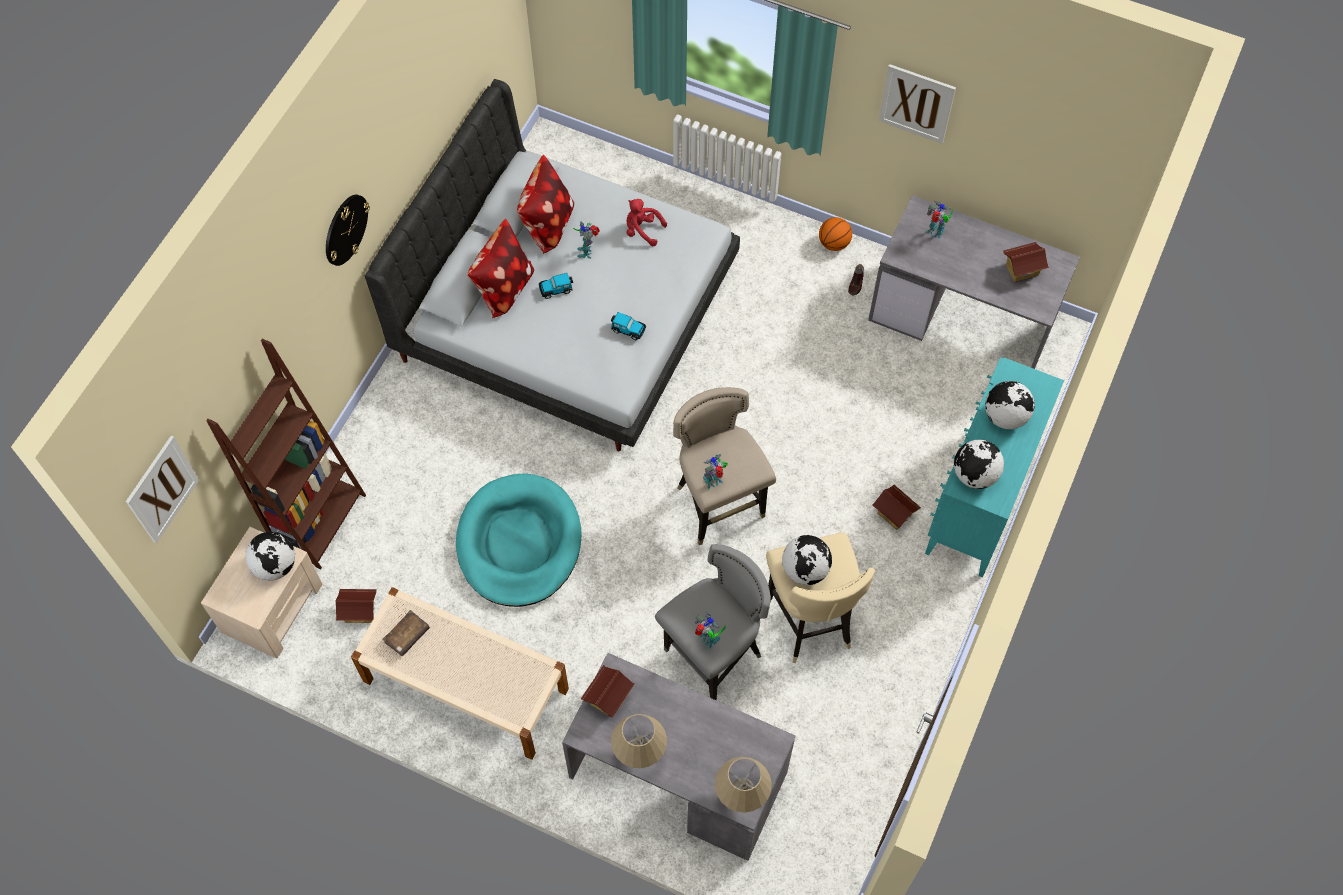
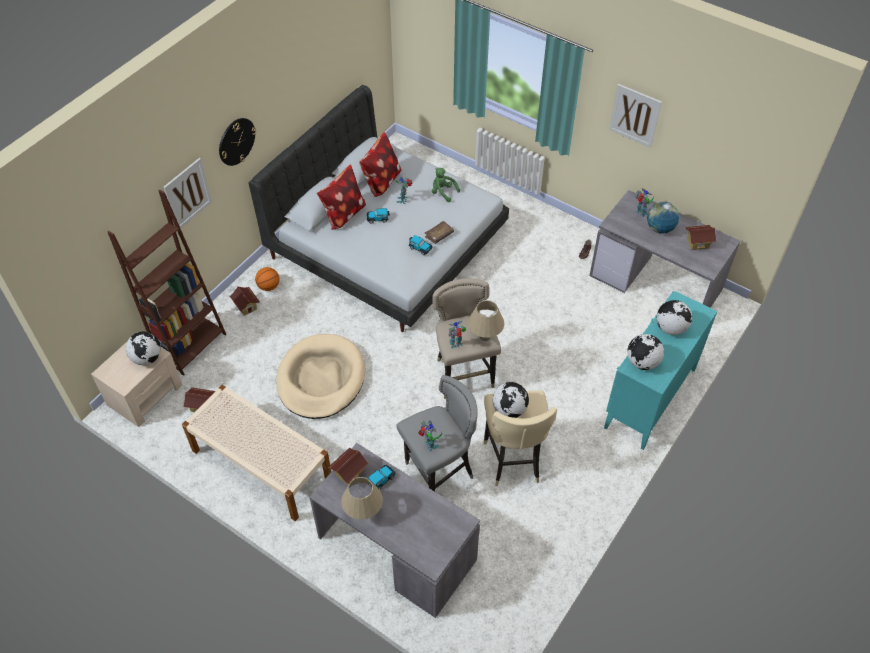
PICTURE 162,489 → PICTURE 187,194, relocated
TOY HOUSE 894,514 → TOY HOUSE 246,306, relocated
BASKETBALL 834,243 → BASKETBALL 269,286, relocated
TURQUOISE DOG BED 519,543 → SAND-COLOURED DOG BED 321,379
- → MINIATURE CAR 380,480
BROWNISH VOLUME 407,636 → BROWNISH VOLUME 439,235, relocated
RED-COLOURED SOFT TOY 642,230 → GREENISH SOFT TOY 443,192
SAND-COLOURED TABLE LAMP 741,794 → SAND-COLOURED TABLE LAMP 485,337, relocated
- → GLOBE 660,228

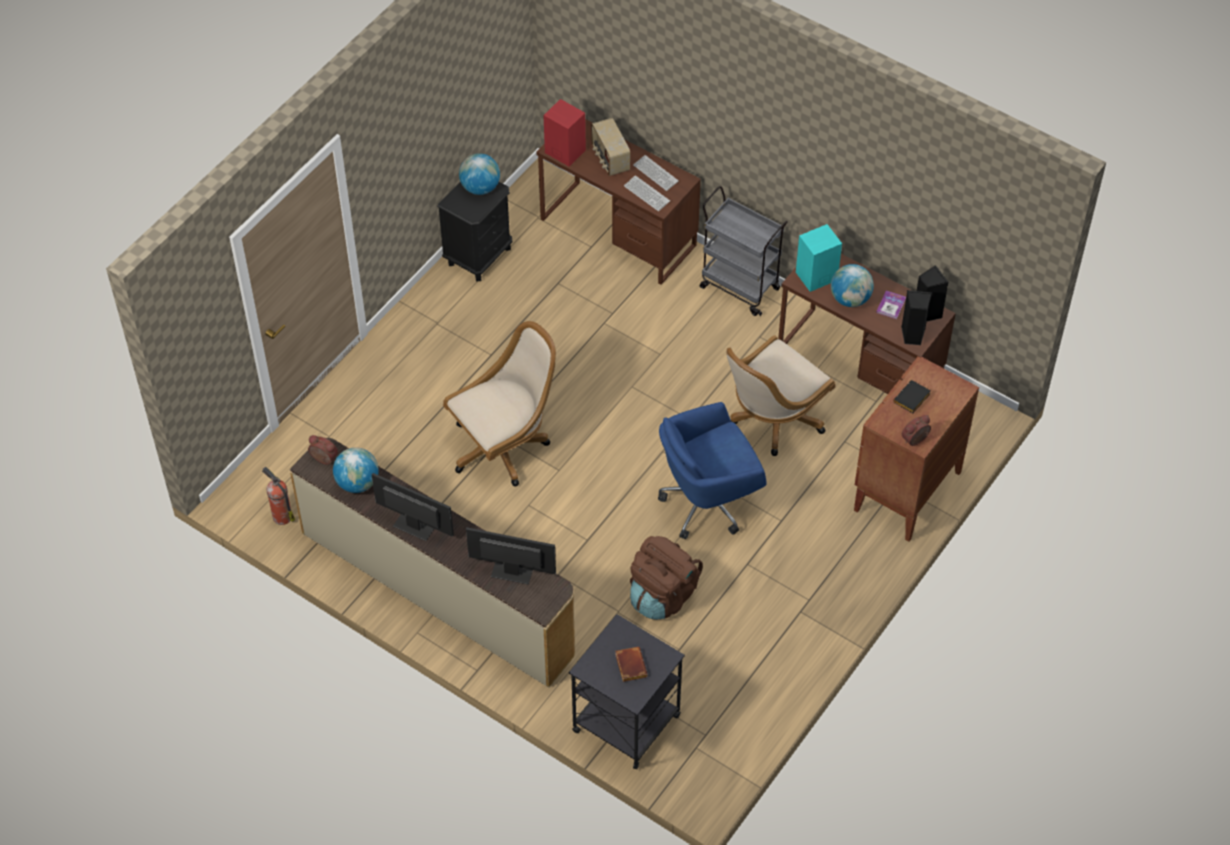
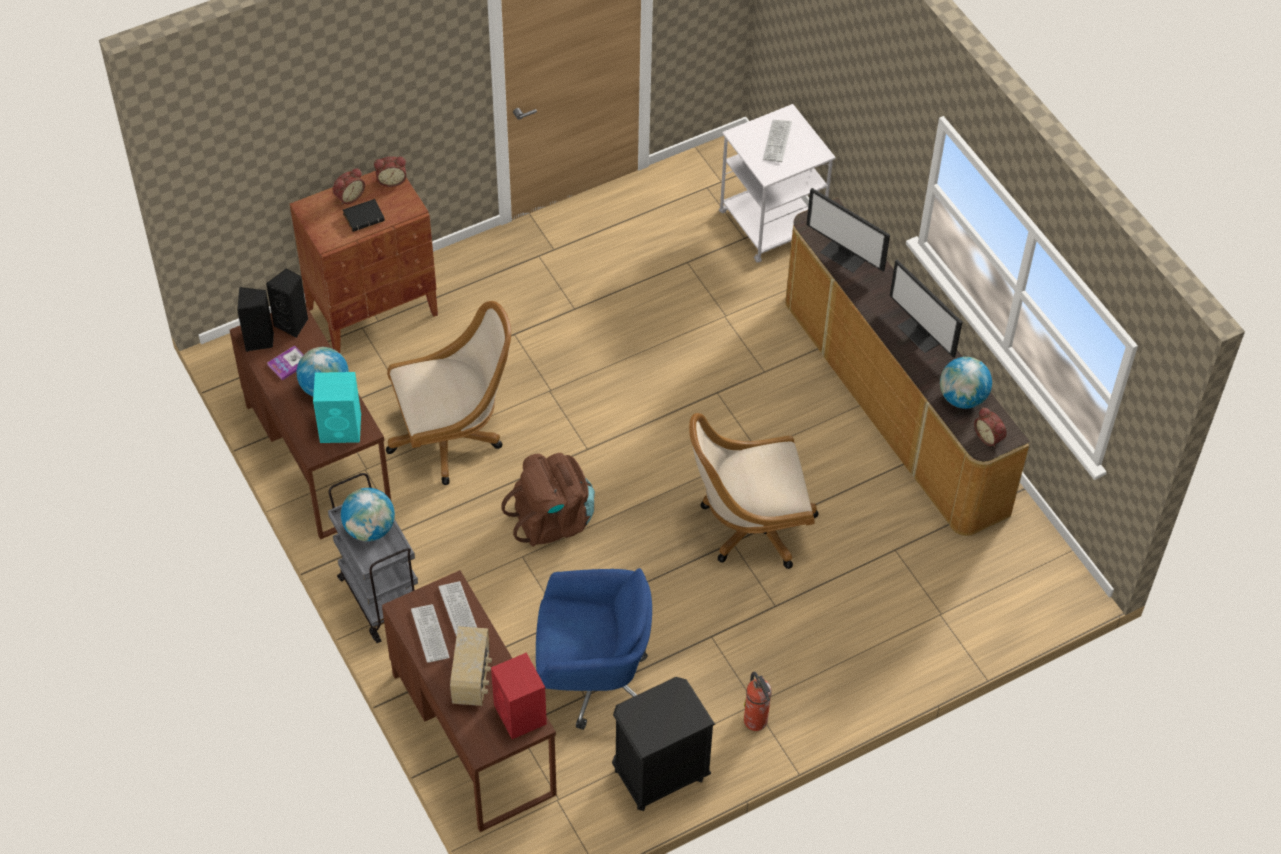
- → ALARM CLOCK 349,196
GLOBE 480,188 → GLOBE 370,529, relocated
BROWNISH RUCKSACK 662,595 → BROWNISH RUCKSACK 553,520, relocated
BLUE OFFICE CHAIR 708,503 → BLUE OFFICE CHAIR 592,683, relocated
BLACK CART 625,721 → WHITE CART 772,224
EXTINGUISHER 281,516 → EXTINGUISHER 756,721, relocated
BROWNISH VOLUME 629,665 → COMPUTER KEYBOARD 777,141

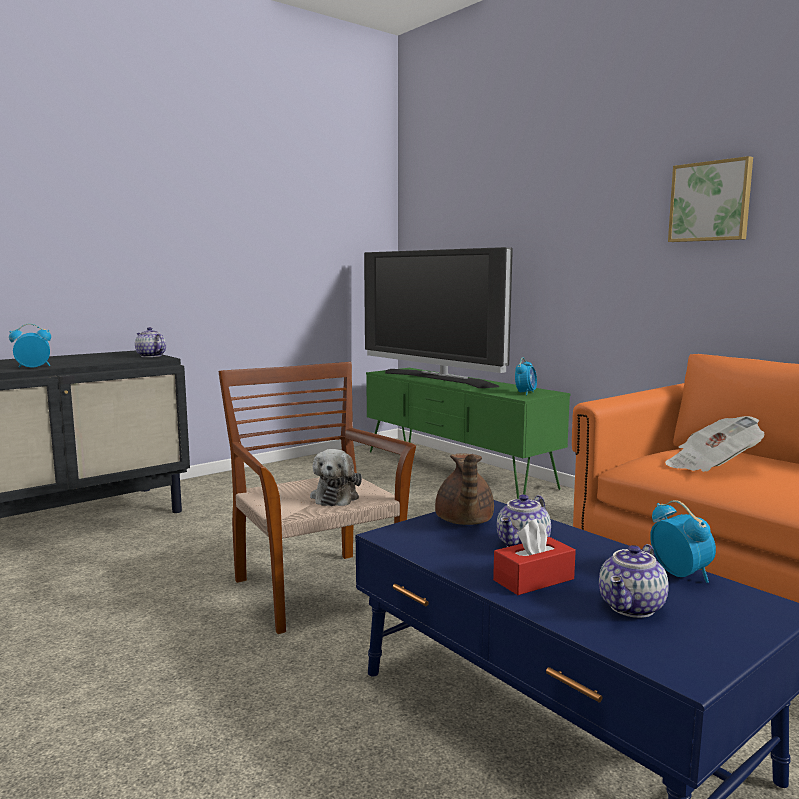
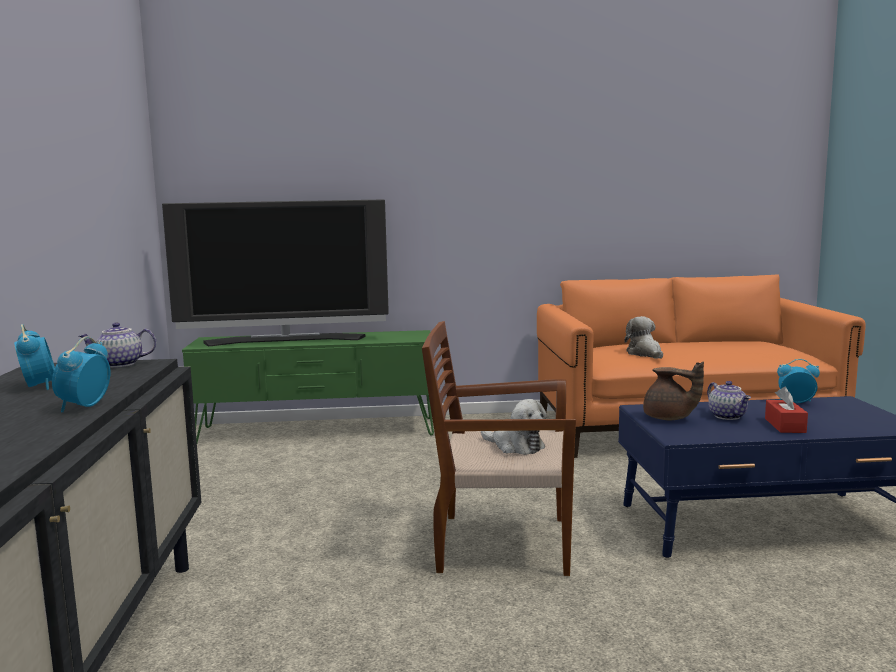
ALARM CLOCK 525,393 → ALARM CLOCK 39,386, relocated
PRINTED PAPER 711,466 → SOFT TOY 645,354
TEAPOT 633,608 → -
PICTURE 710,201 → -

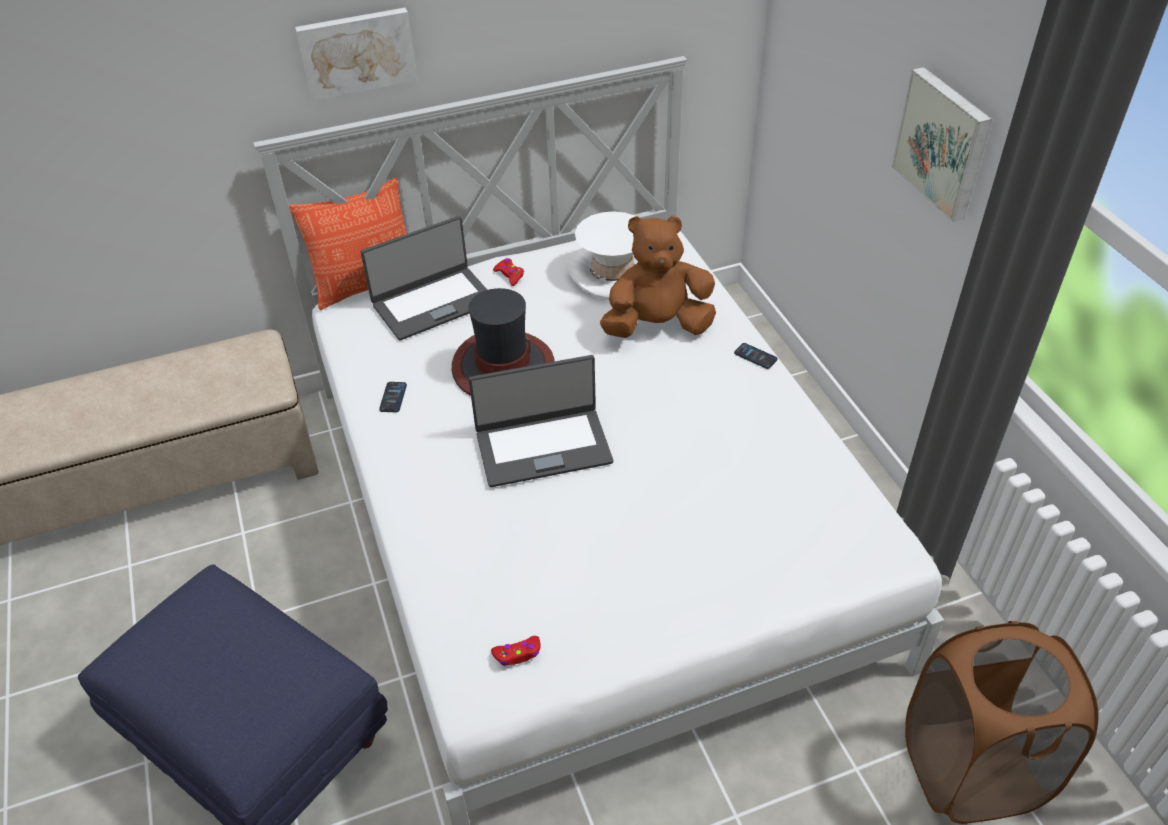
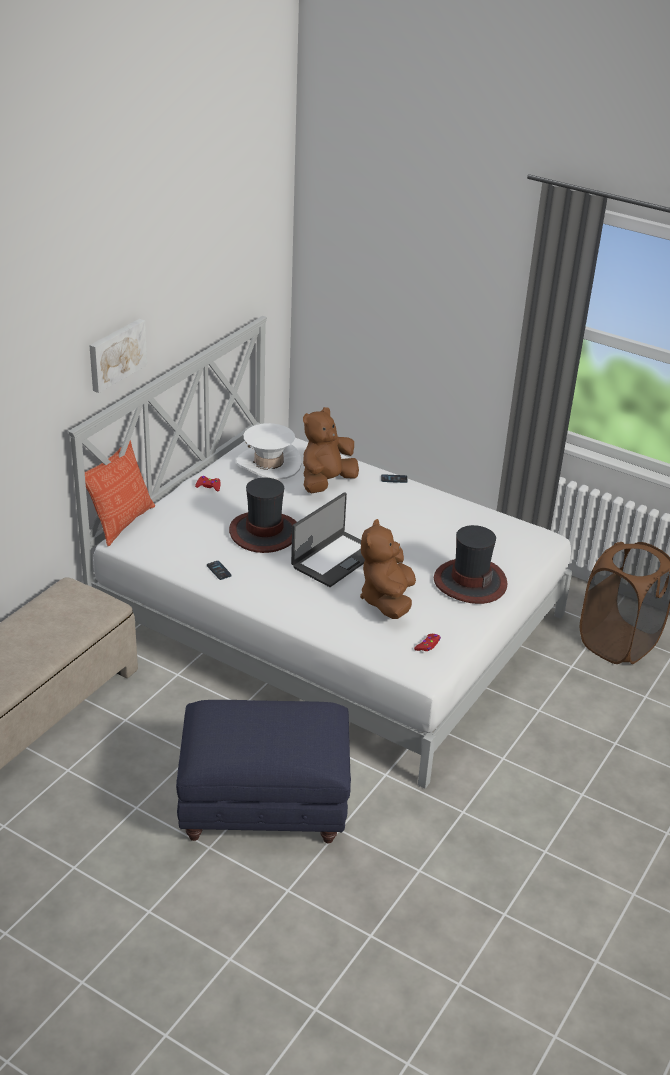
- → BROWNISH SOFT TOY 387,600
- → WEARABLE HAT 469,582
LAPTOP 433,303 → -
PICTURE 944,143 → -

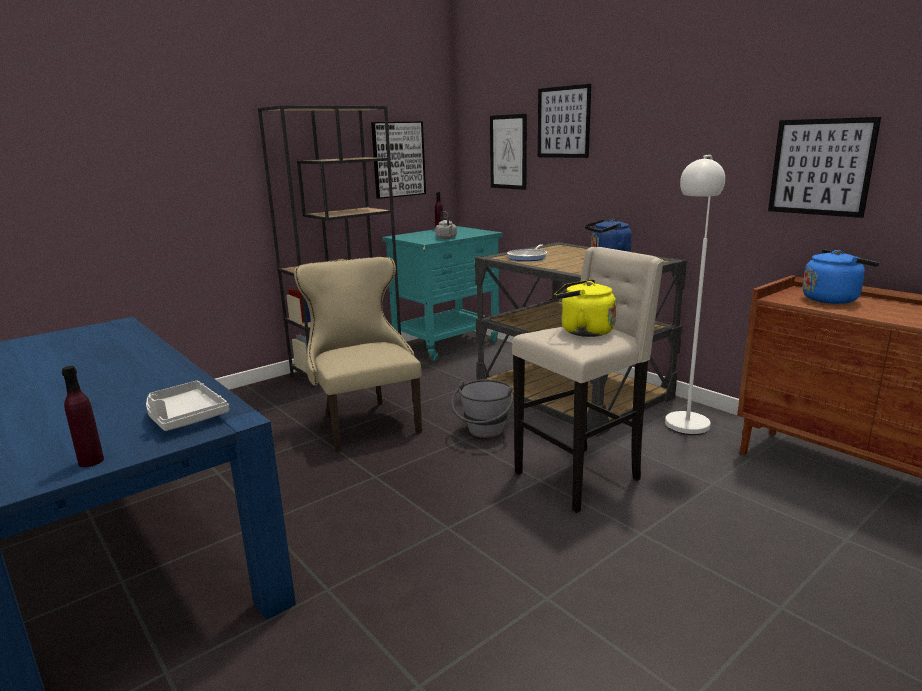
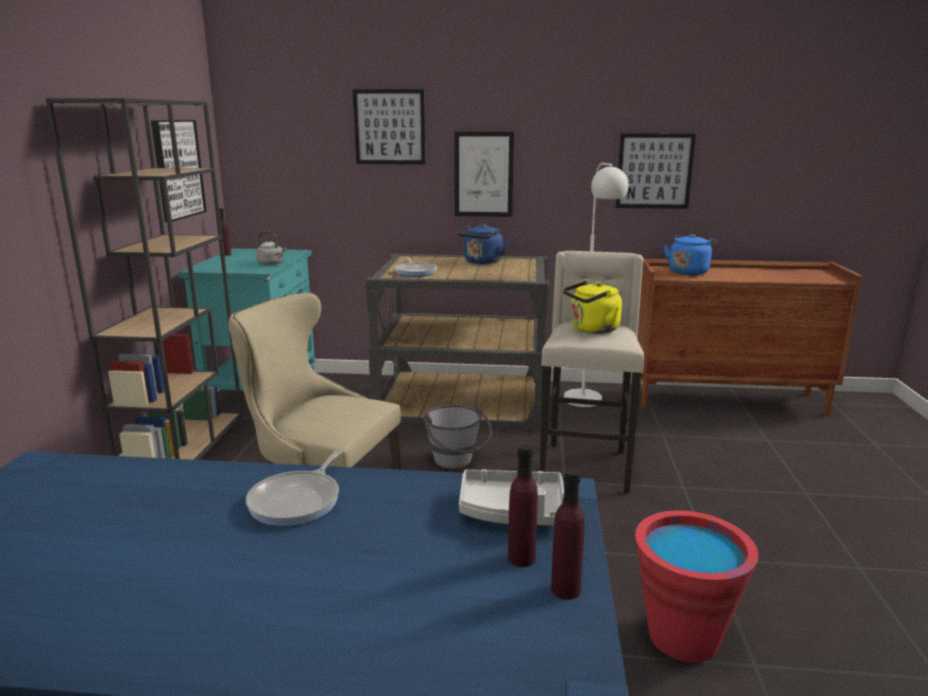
- → SKILLET 298,501
PICTURE 508,152 → PICTURE 483,174, relocated
- → PURPLE BOTTLE 521,558
- → RED-COLOURED PAIL 683,637

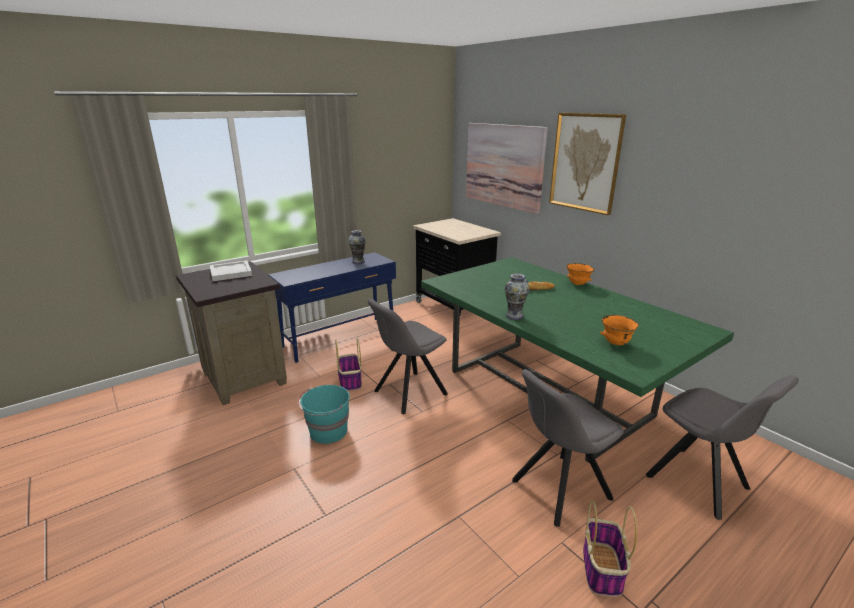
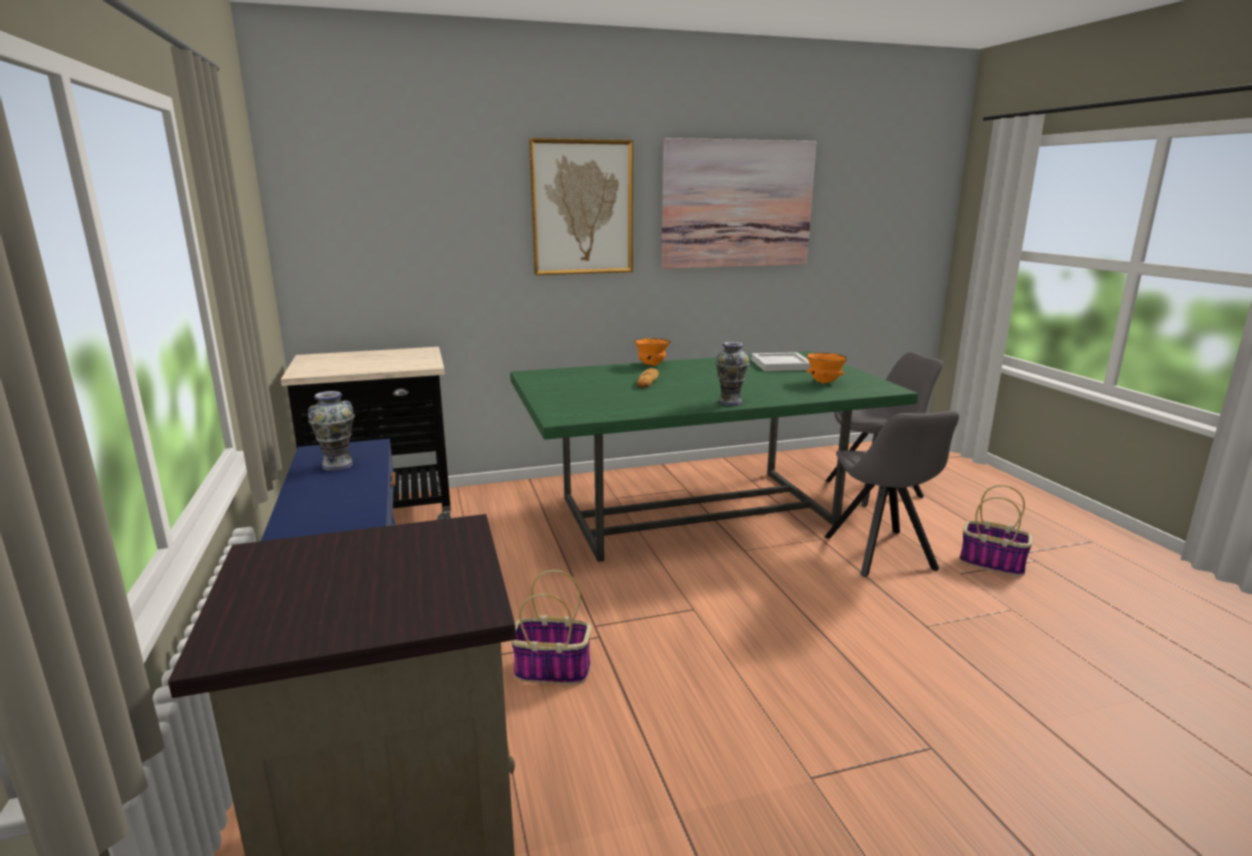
PICTURE 503,165 → PICTURE 737,204, relocated
WHITE CARRYING TRAY 231,272 → WHITE CARRYING TRAY 780,364, relocated
TURQUOISE PAIL 328,432 → -
GRAY UPRIGHT CHAIR 409,392 → -

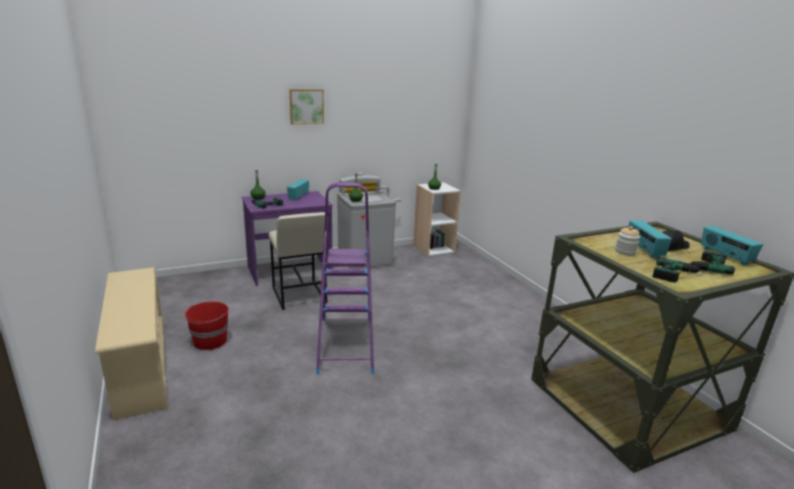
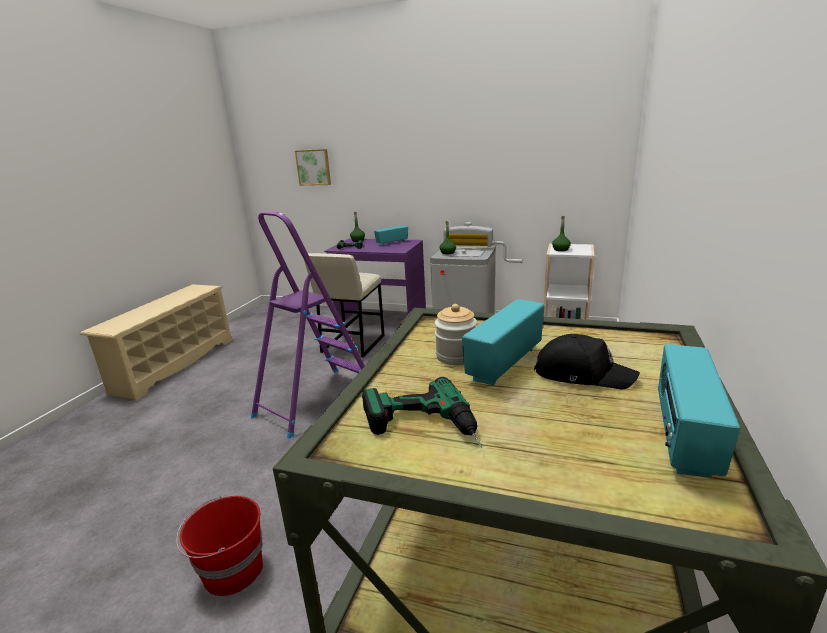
RED-COLOURED PAIL 210,341 → RED-COLOURED PAIL 232,571, relocated
PICTURE 306,106 → PICTURE 314,167, relocated
ELECTRIC DRILL 702,265 → -

